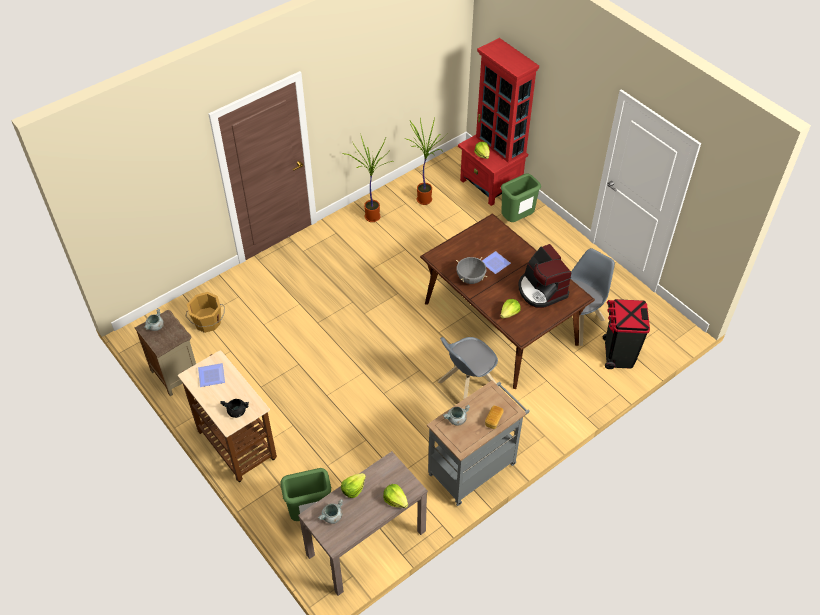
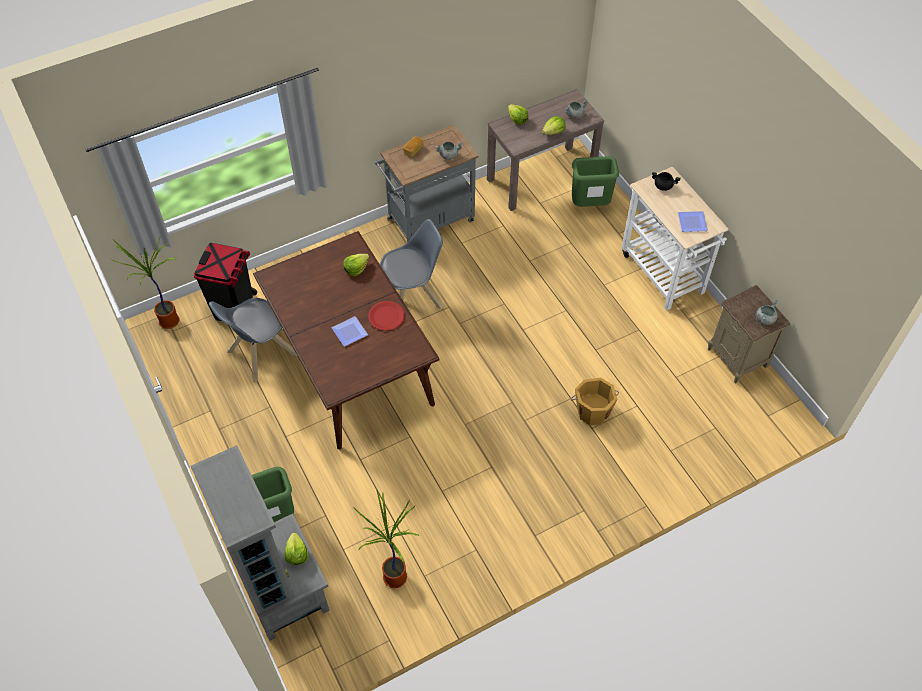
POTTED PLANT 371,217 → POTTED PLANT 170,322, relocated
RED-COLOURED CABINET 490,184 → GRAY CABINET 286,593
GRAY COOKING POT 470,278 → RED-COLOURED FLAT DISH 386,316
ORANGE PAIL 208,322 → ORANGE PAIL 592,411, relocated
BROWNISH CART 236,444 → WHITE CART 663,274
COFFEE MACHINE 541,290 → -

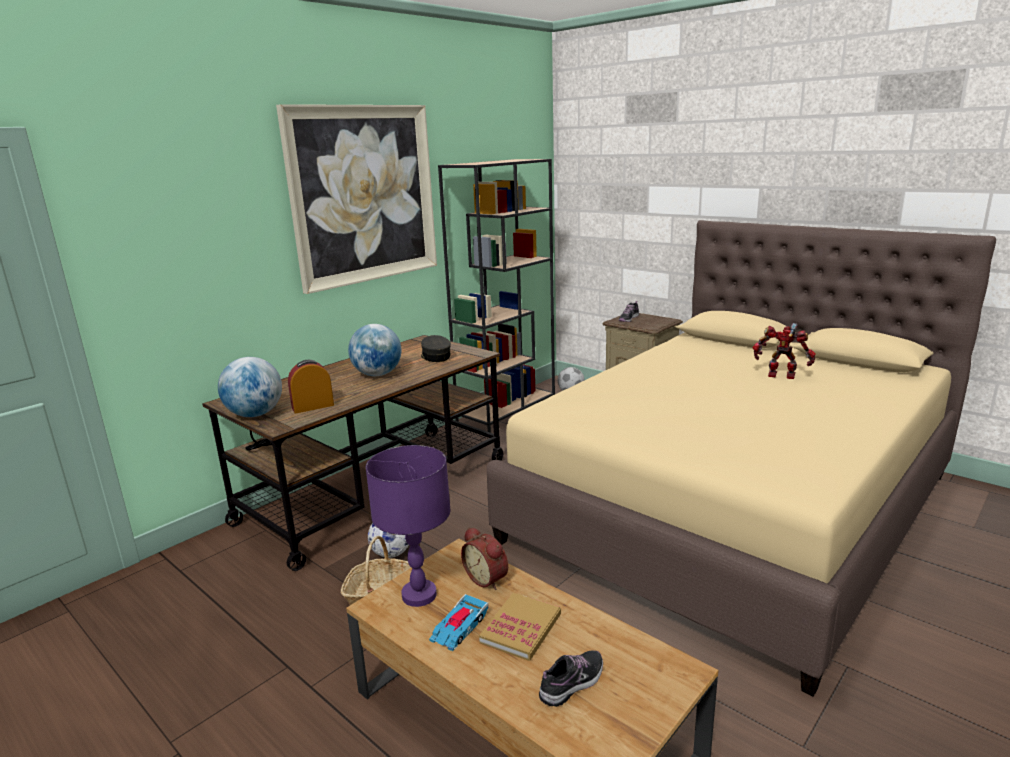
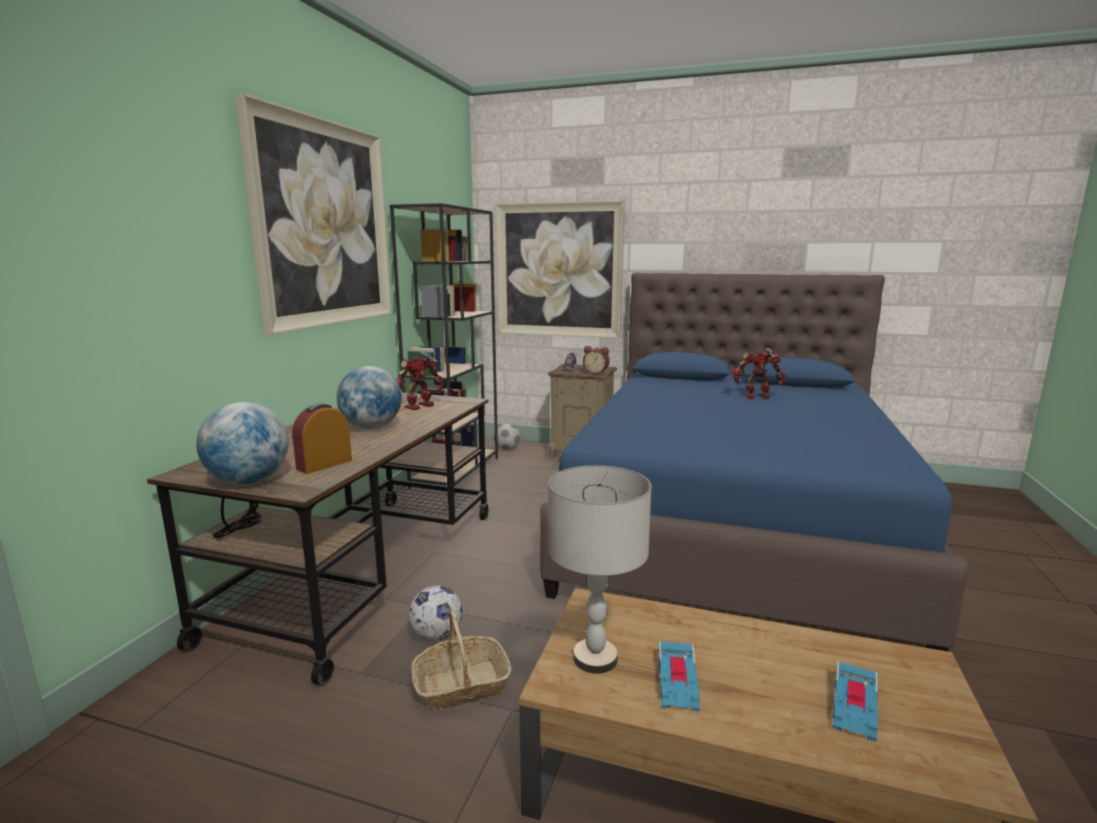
GRAY PEAKED CAP 435,356 → ROBOT FIGURE 421,407
- → PICTURE 558,270
SAND-COLOURED SLEEPING BED 732,507 → BLUE SLEEPING BED 731,523
PURPLE TABLE LAMP 418,595 → GRAY TABLE LAMP 594,659
ALARM CLOCK 487,578 → ALARM CLOCK 596,373, relocated
LOW SHOE 572,683 → MINIATURE CAR 854,706
VOLUME 521,628 → -

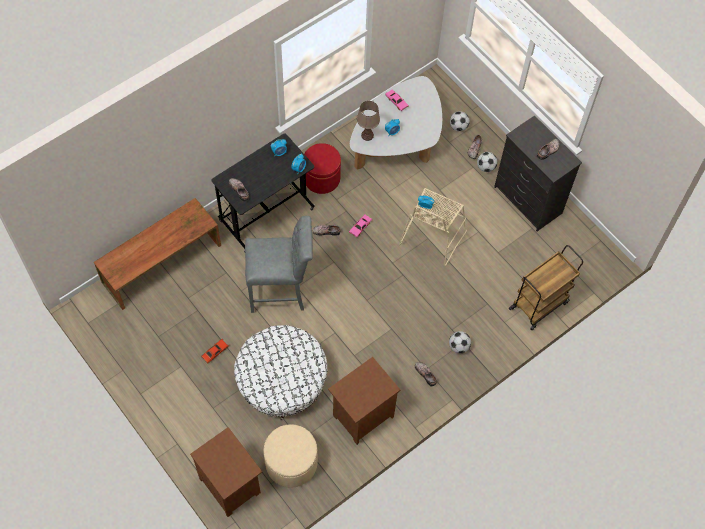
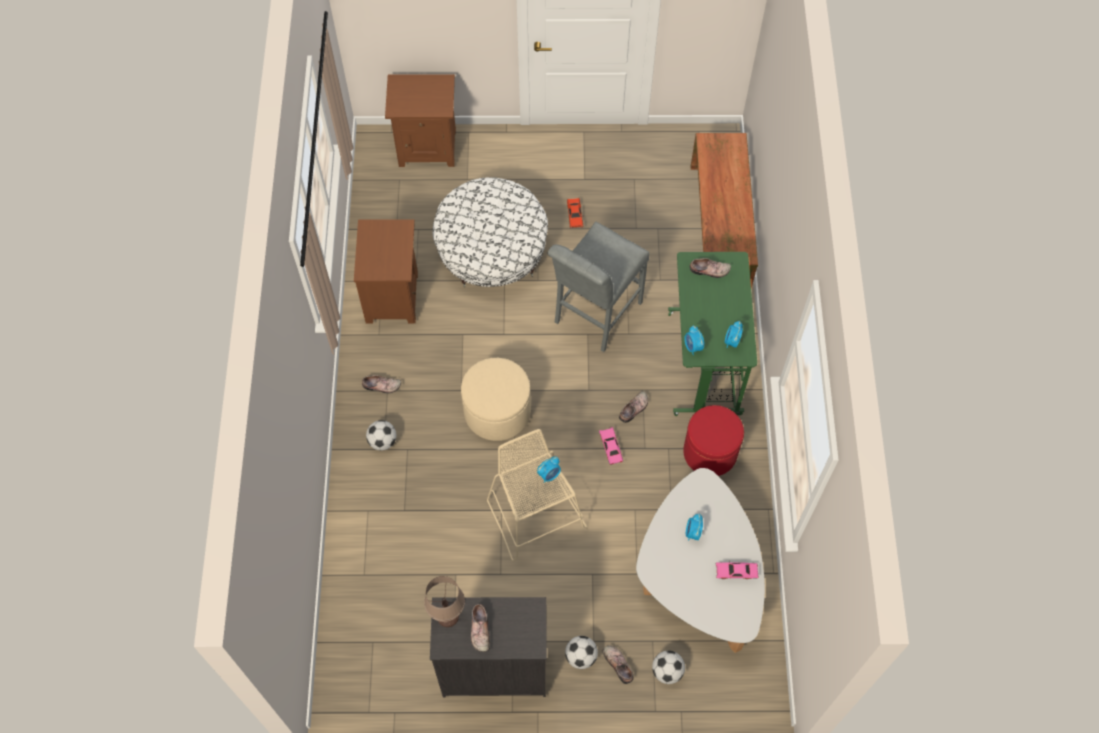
BROWNISH TABLE LAMP 367,135 → BROWNISH TABLE LAMP 448,617, relocated
SAND-COLOURED FOOTREST 291,462 → SAND-COLOURED FOOTREST 497,411, relocated
BLACK DESK TABLE 266,214 → GREENISH DESK TABLE 704,363
BROWNISH CART 538,306 → -

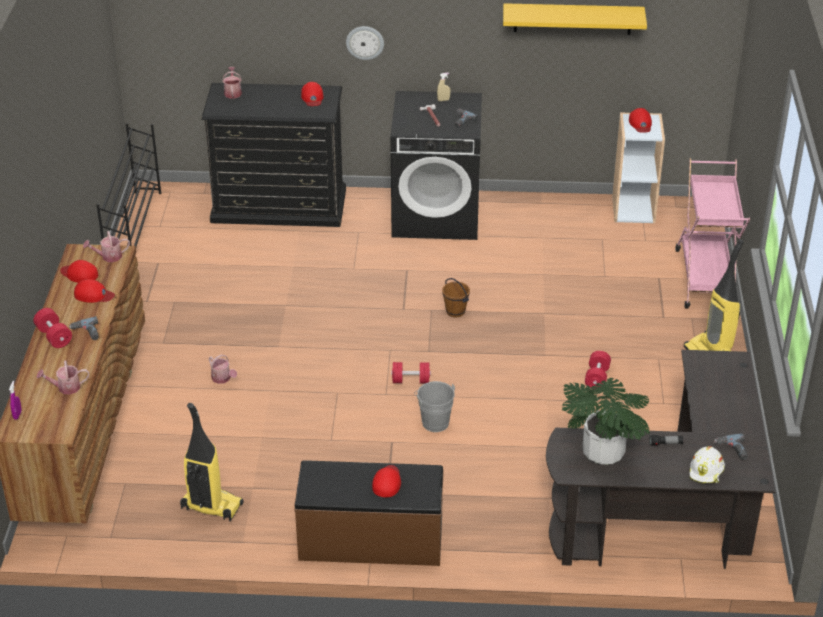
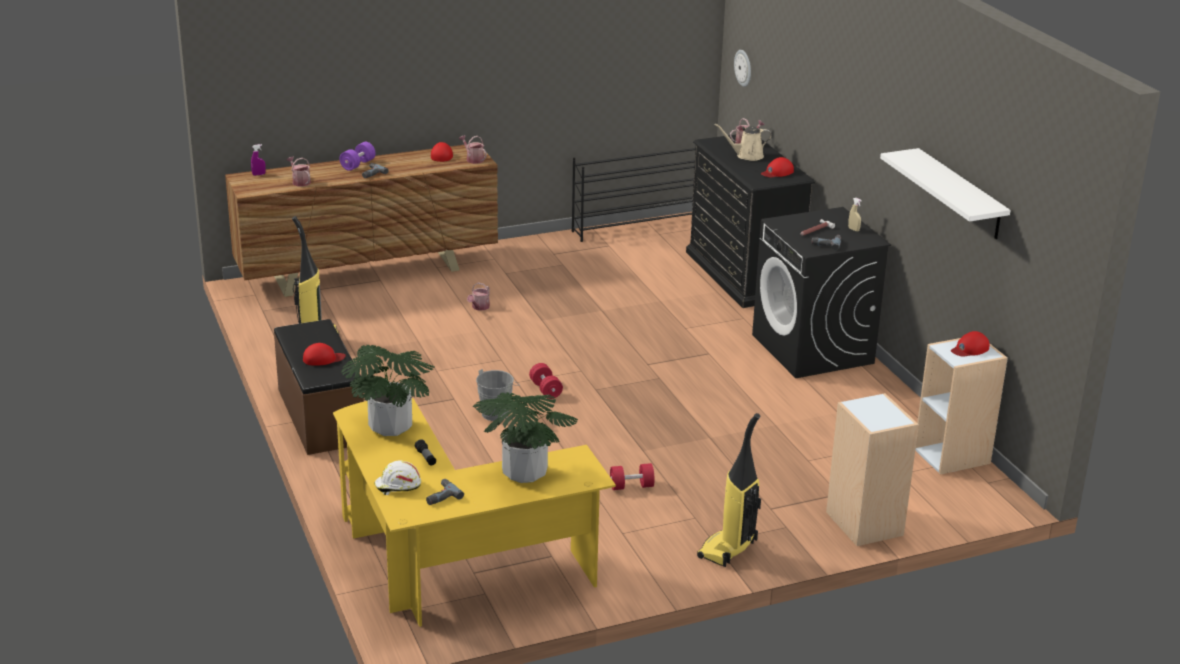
BLACK DESK TABLE 671,515 → YELLOW DESK TABLE 450,566
RED-COLOURED FREE WEIGHT 54,336 → PURPLE FREE WEIGHT 358,165
- → POTTED PLANT 525,473
- → SAND-COLOURED WATERING CAN 747,156
HANGING CLOCK 365,42 → HANGING CLOCK 743,68, relocated
PINKISH CART 704,280 → SHELVING UNIT 864,524
YELLOW BRACKET SHELF 572,19 → WHITE BRACKET SHELF 960,194
RED-COLOURED PEAKED CAP 93,295 → -
BROWNISH PAIL 455,311 → -

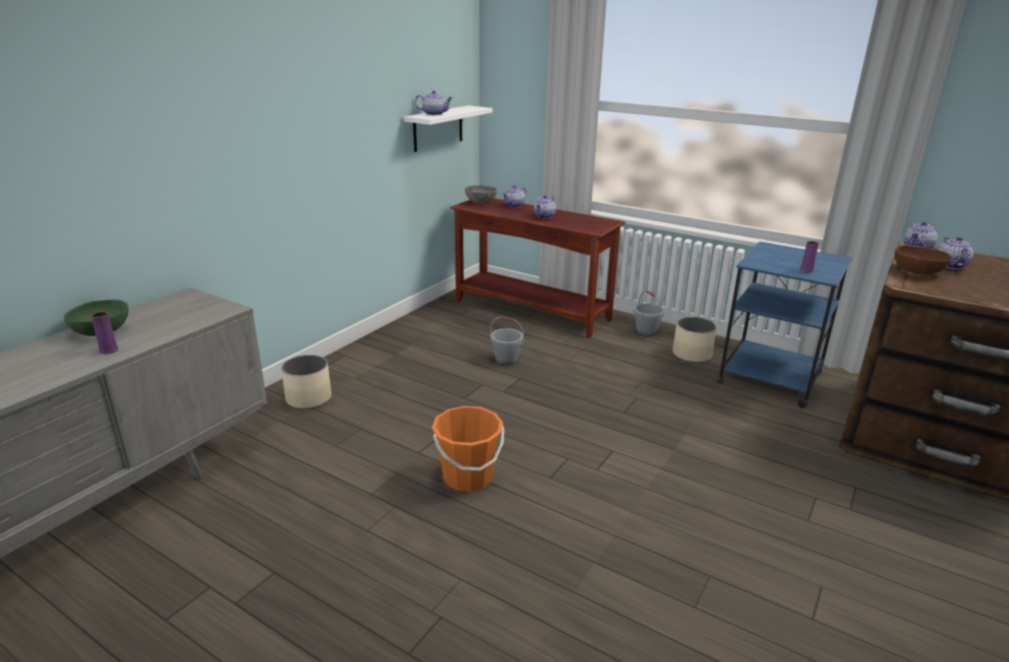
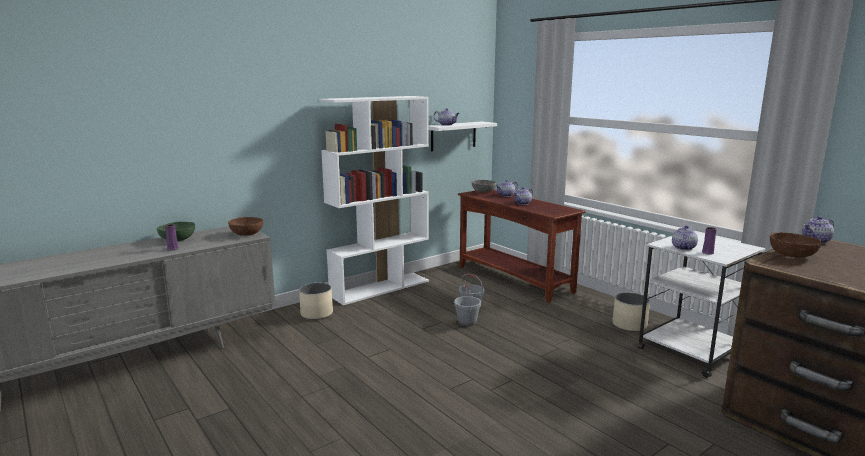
- → BROWNISH SERVING BOWL 246,234
- → WHITE SHELVING UNIT 380,288
GRAY PAIL 646,332 → GRAY PAIL 467,322, relocated
BLUE CART 771,378 → WHITE CART 692,352
TEAPOT 949,265 → TEAPOT 683,248, relocated
ORANGE PAIL 468,477 → -

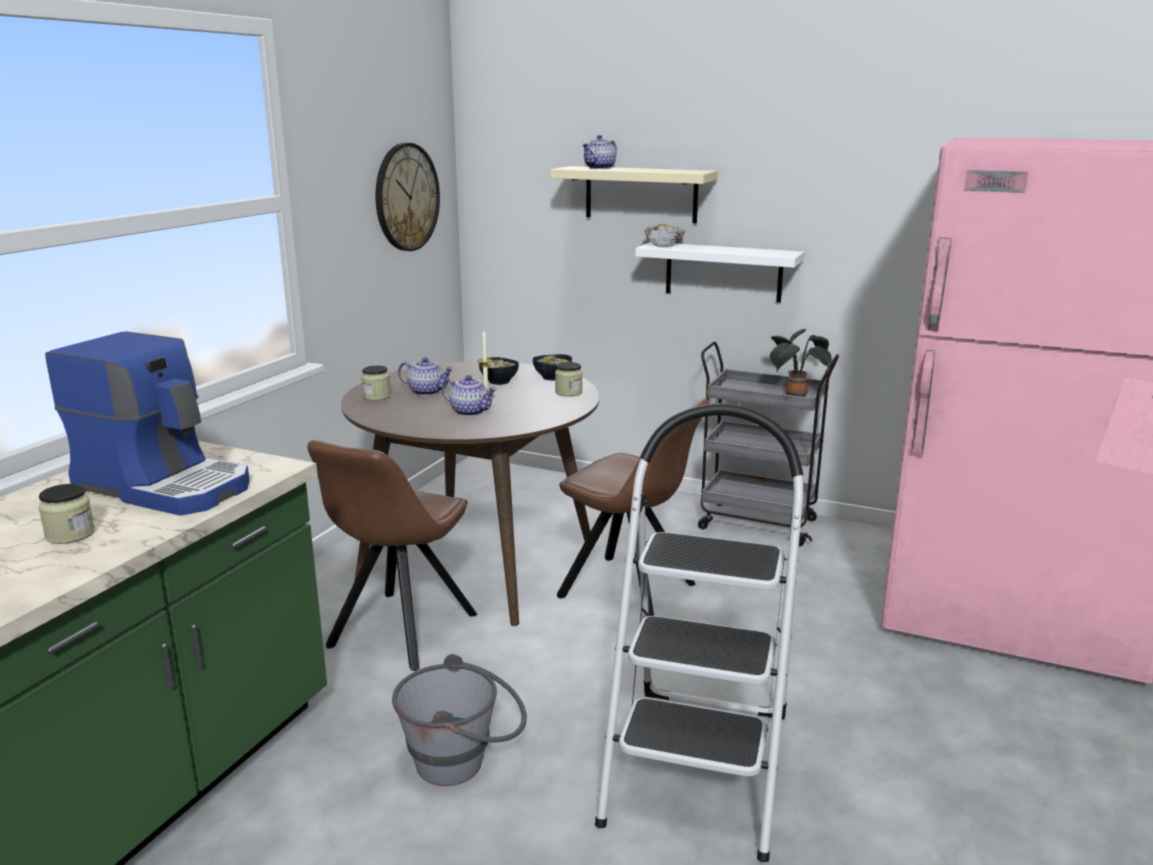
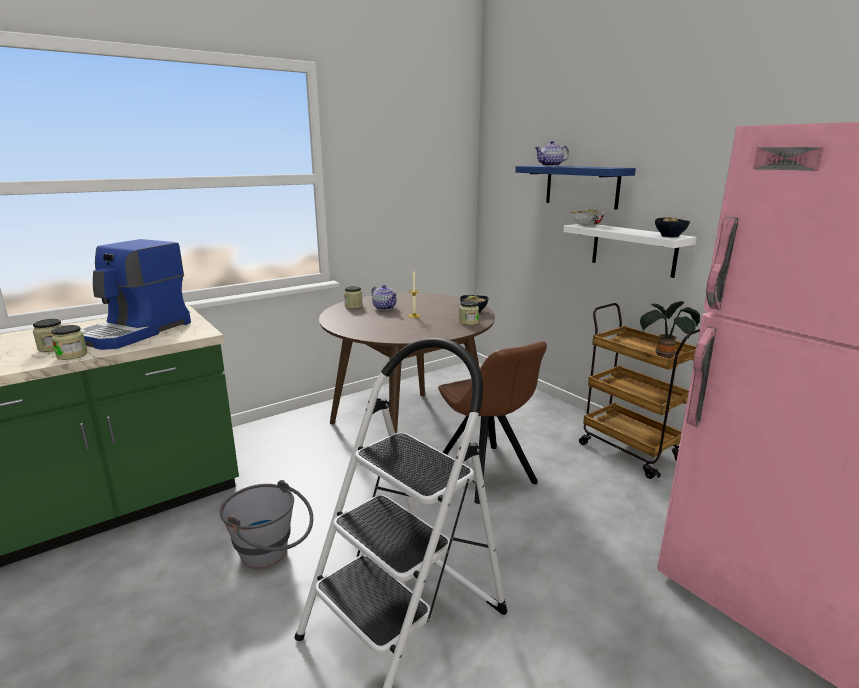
- → STORAGE JAR 72,355
COFFEE MACHINE 166,486 → COFFEE MACHINE 137,332, 60 degrees clockwise
SAND-COLOURED BRACKET SHELF 641,194 → BLUE BRACKET SHELF 581,186
GRAY CART 758,524 → BROWNISH CART 630,452
SERVING BOWL 499,382 → SERVING BOWL 669,236, relocated
BROWNISH UPRIGHT CHAIR 401,630 → -
HANGING CLOCK 406,197 → -
TEAPOT 470,412 → -

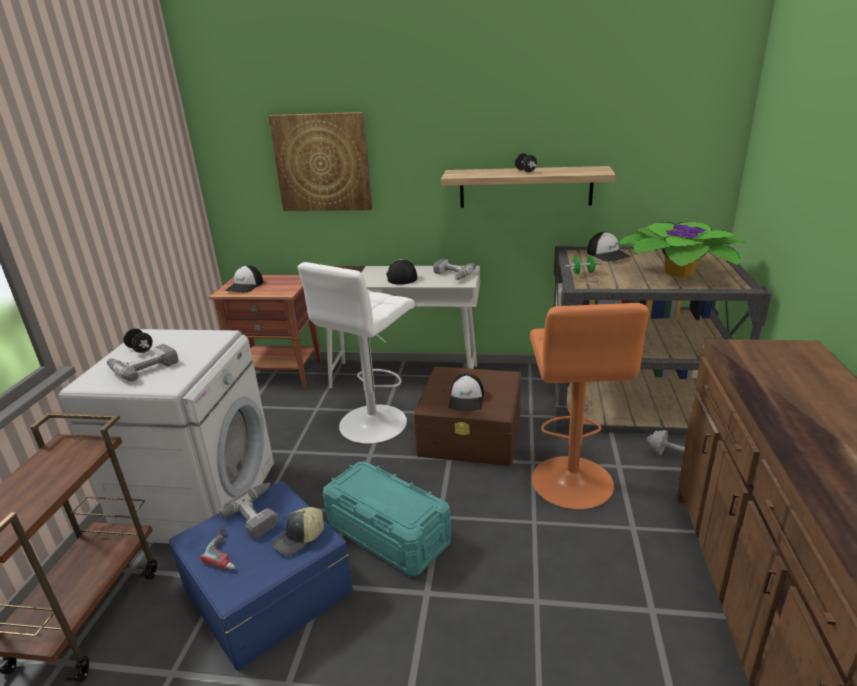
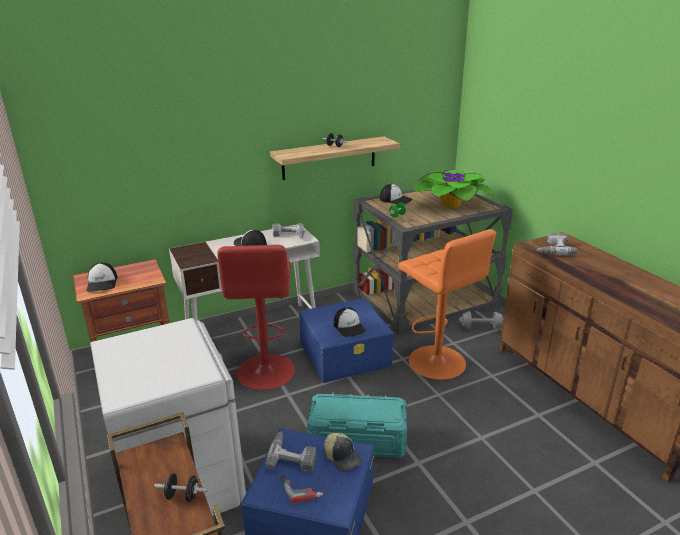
BLACK FREE WEIGHT 140,349 → BLACK FREE WEIGHT 182,496, relocated
WHITE STOOL SEAT 372,424 → RED-COLOURED STOOL SEAT 265,372
BROWNISH STORAGE CONTAINER 471,433 → BLUE STORAGE CONTAINER 345,353
PEAKED CAP 300,538 → PEAKED CAP 342,457, 45 degrees counterclockwise
ELECTRIC DRILL 143,367 → ELECTRIC DRILL 552,249, relocated
PICTURE 322,162 → -

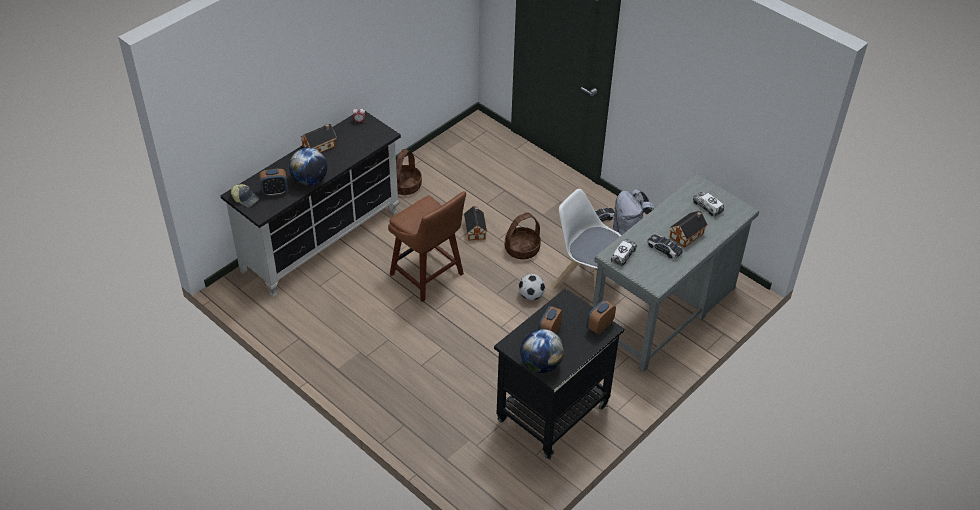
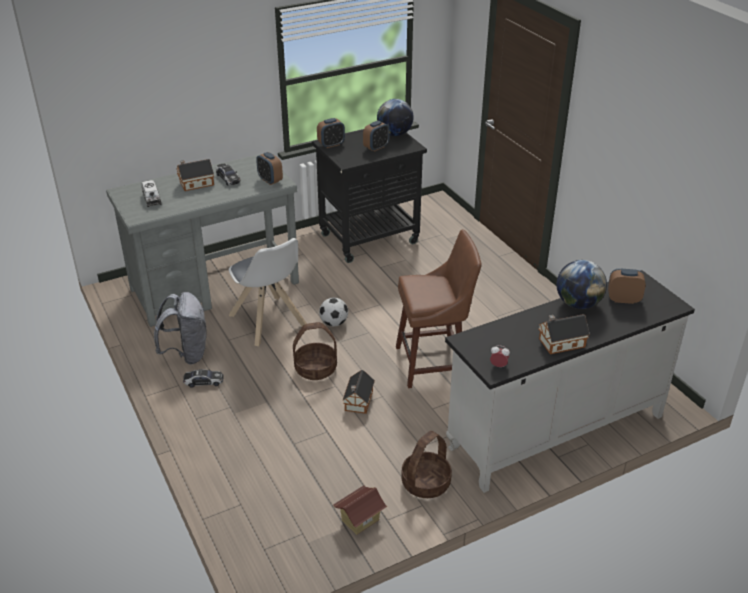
TOY TRUCK 623,255 → ALARM CLOCK 270,180
- → TOY HOUSE 360,519
BROWNISH UPRIGHT CHAIR 429,276 → BROWNISH UPRIGHT CHAIR 434,363, 105 degrees clockwise
PEAKED CAP 245,199 → -

